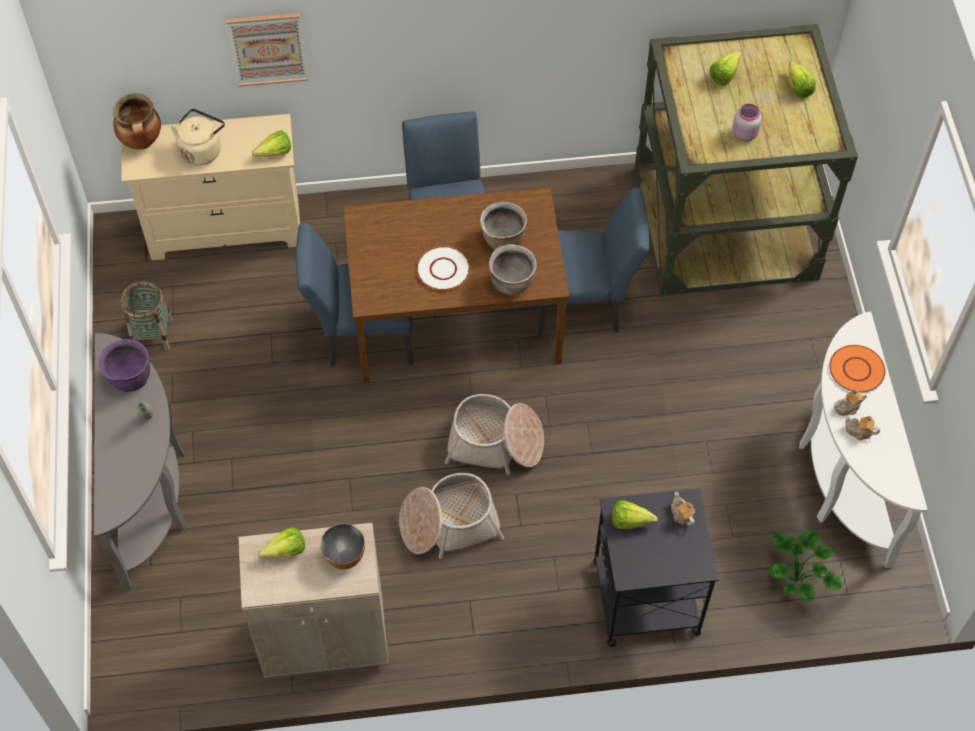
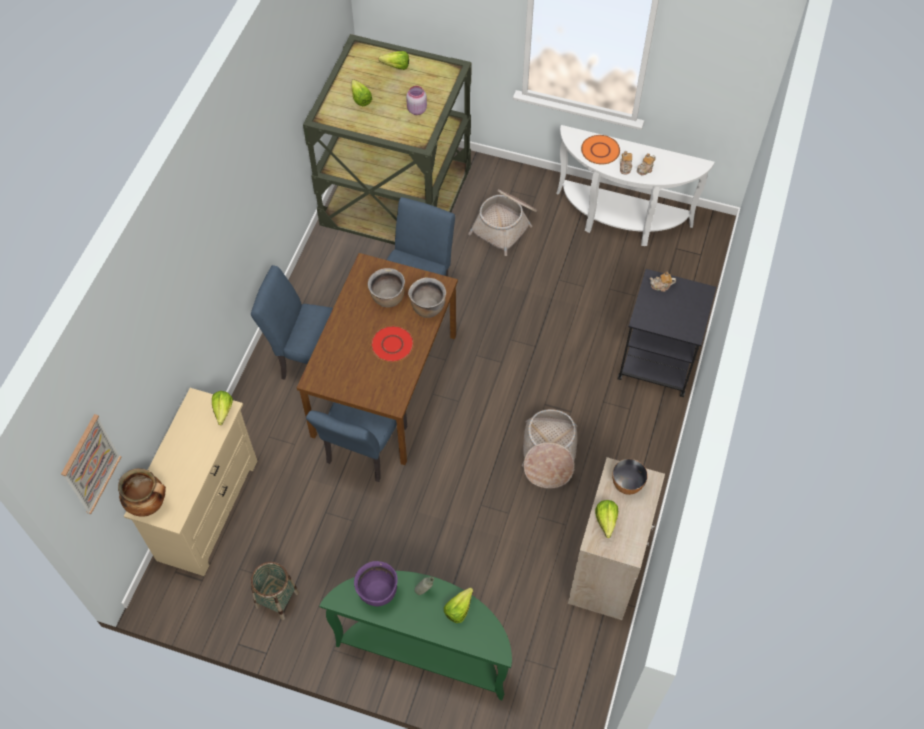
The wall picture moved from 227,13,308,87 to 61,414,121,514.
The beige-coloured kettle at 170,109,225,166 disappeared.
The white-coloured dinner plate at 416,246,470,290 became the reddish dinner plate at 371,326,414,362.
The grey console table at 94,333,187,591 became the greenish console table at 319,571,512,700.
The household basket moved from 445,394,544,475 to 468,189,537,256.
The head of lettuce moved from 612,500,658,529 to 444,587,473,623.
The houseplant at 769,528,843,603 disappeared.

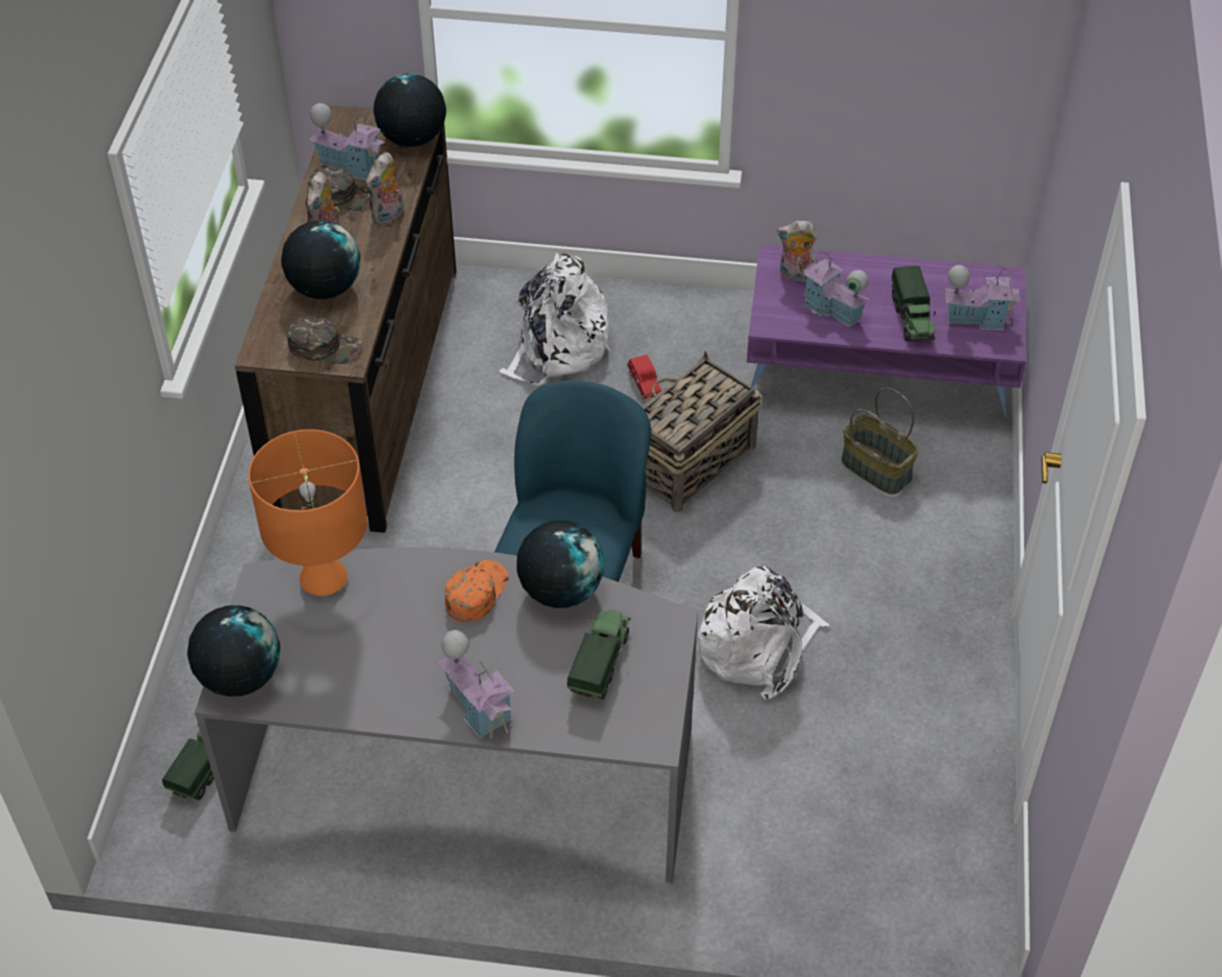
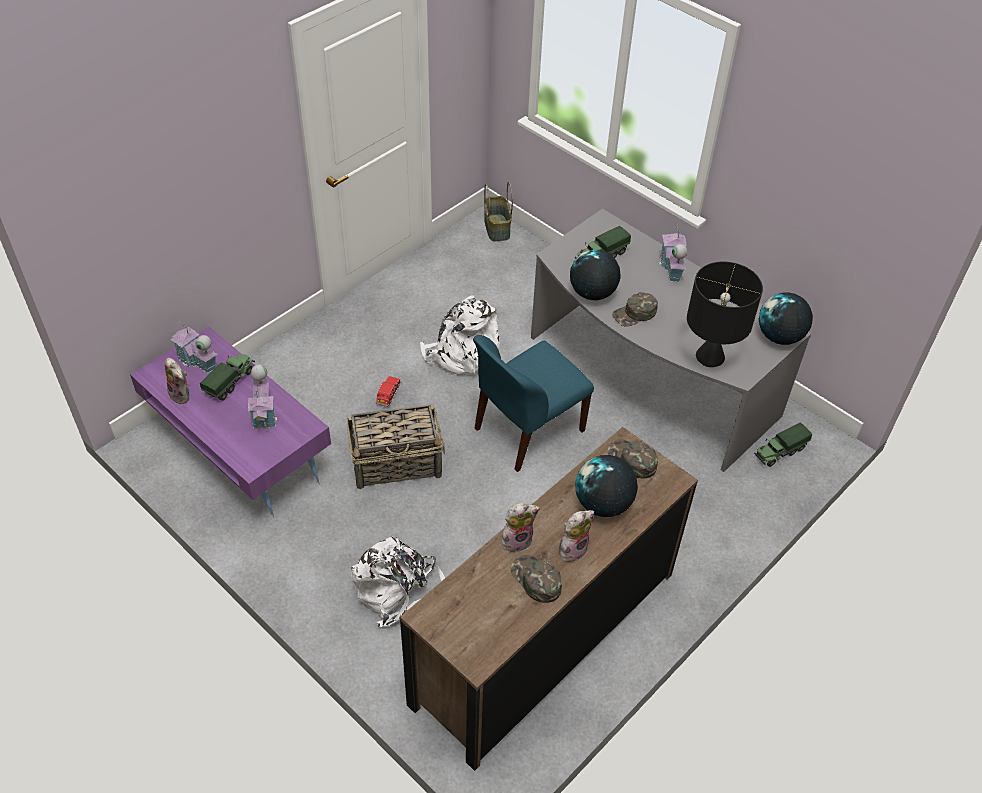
The world globe at 373,73,446,147 disappeared.
The toy house at 309,103,385,180 disappeared.
The cuddly toy moved from 777,220,817,282 to 165,358,190,404.
The reddish miniature car moved from 627,355,662,402 to 376,376,401,407.
The household basket moved from 841,388,919,495 to 484,182,513,241.
The orange-coloured tabletop lamp at 248,429,367,596 became the black tabletop lamp at 687,261,763,367.
The orange-coloured peaked cap at 445,560,509,622 became the greenish peaked cap at 612,292,658,327.

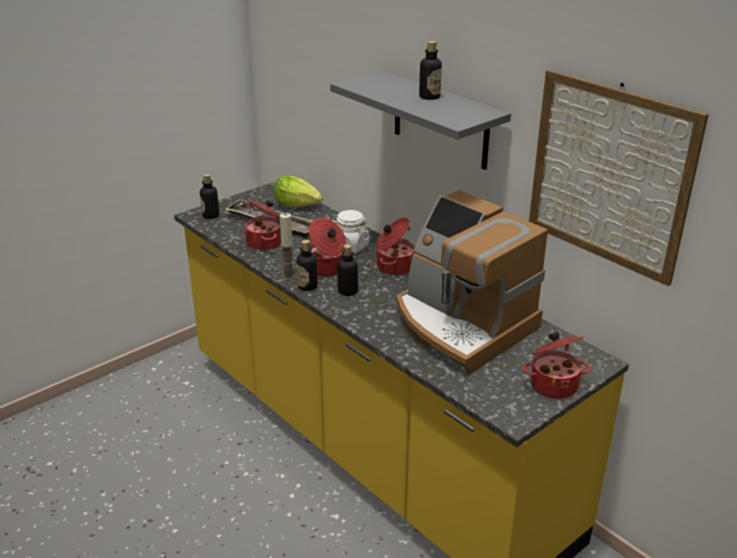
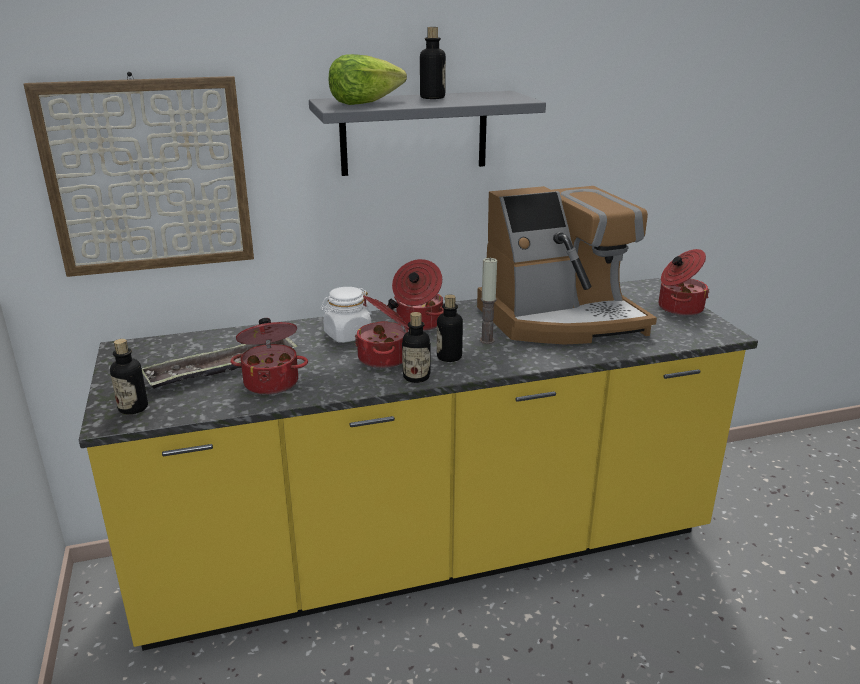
The wall picture moved from 529,69,709,286 to 24,72,254,277.
The head of lettuce moved from 274,175,323,207 to 329,54,407,105.
The wax candle moved from 280,213,295,280 to 480,258,497,344.

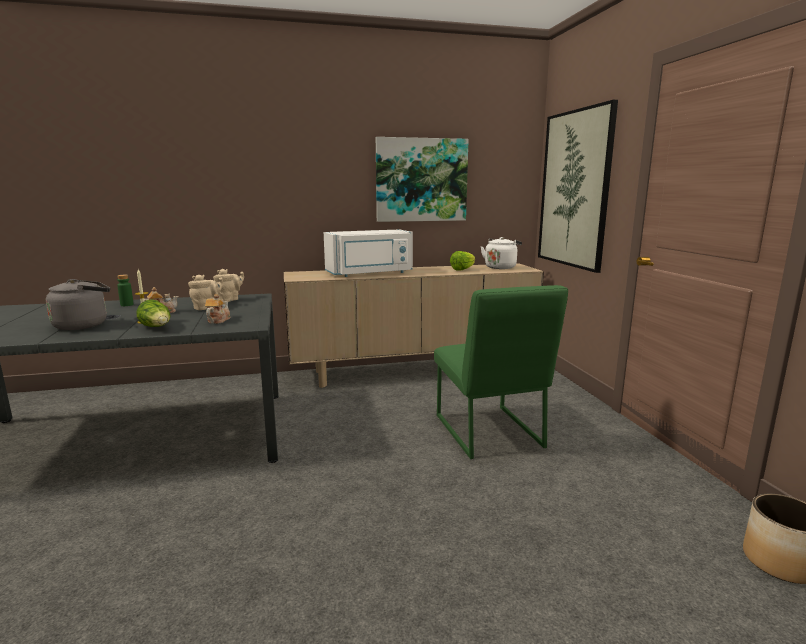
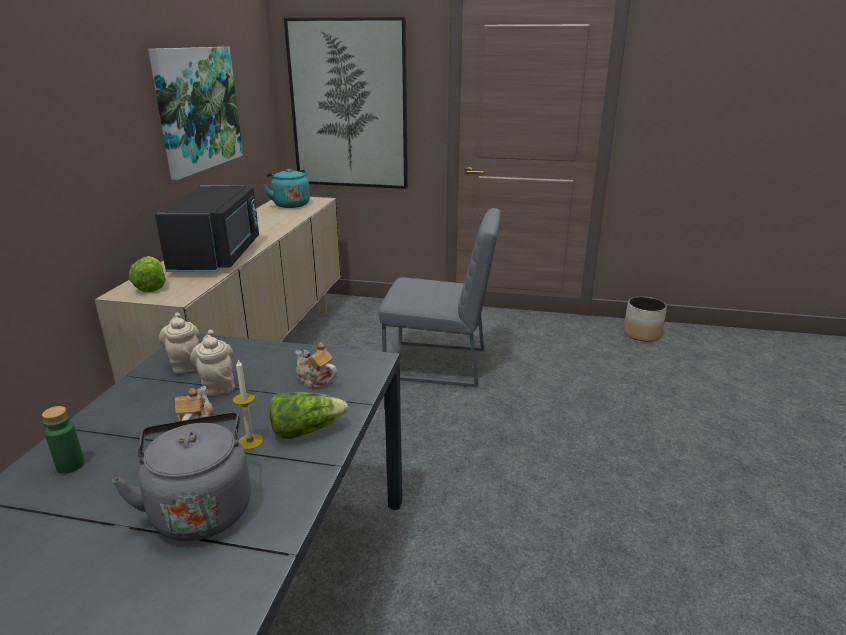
The white-coloured microwave oven at 324,229,413,277 became the black microwave oven at 155,185,259,272.
The white-coloured kettle at 481,237,522,269 became the turquoise-coloured kettle at 263,169,310,208.
The head of lettuce moved from 450,251,475,271 to 129,256,166,292.
The greenish chair at 434,285,568,459 became the grey chair at 379,208,501,387.

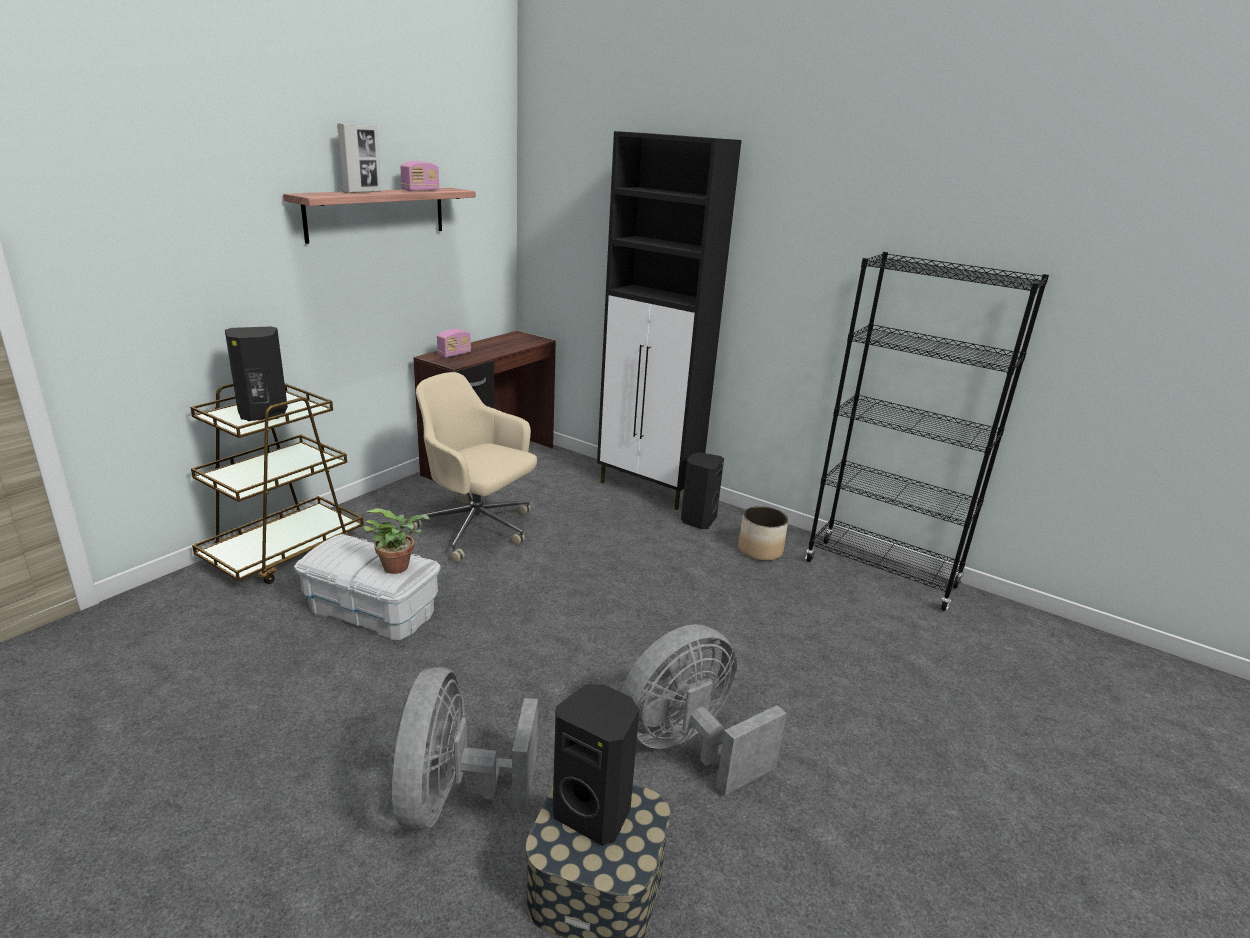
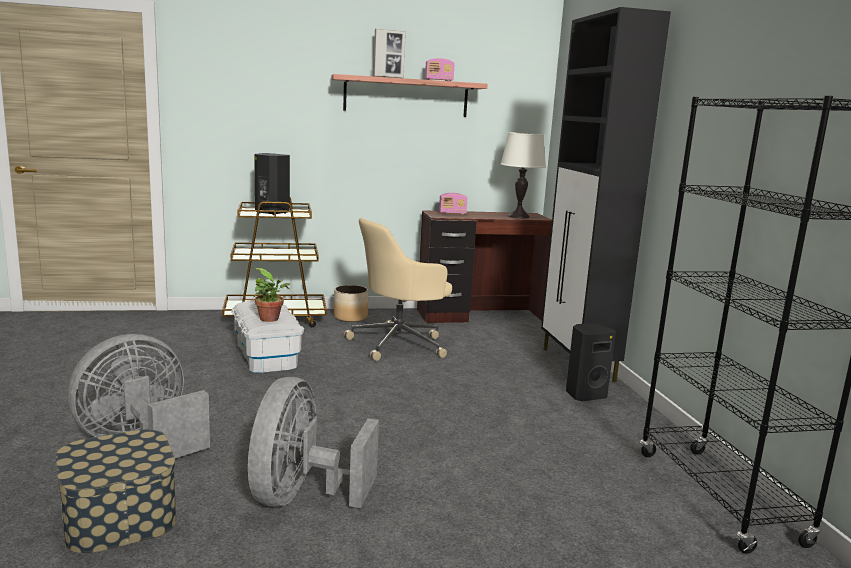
The beige-coloured office chair at 412,372,537,562 turned 105 degrees counterclockwise.
The planter moved from 738,506,788,561 to 334,285,368,322.
The grey fan at 621,624,787,795 turned 90 degrees counterclockwise.
The black speaker at 553,685,639,845 disappeared.
The white-coloured tabletop lamp at 501,132,546,218 appeared.

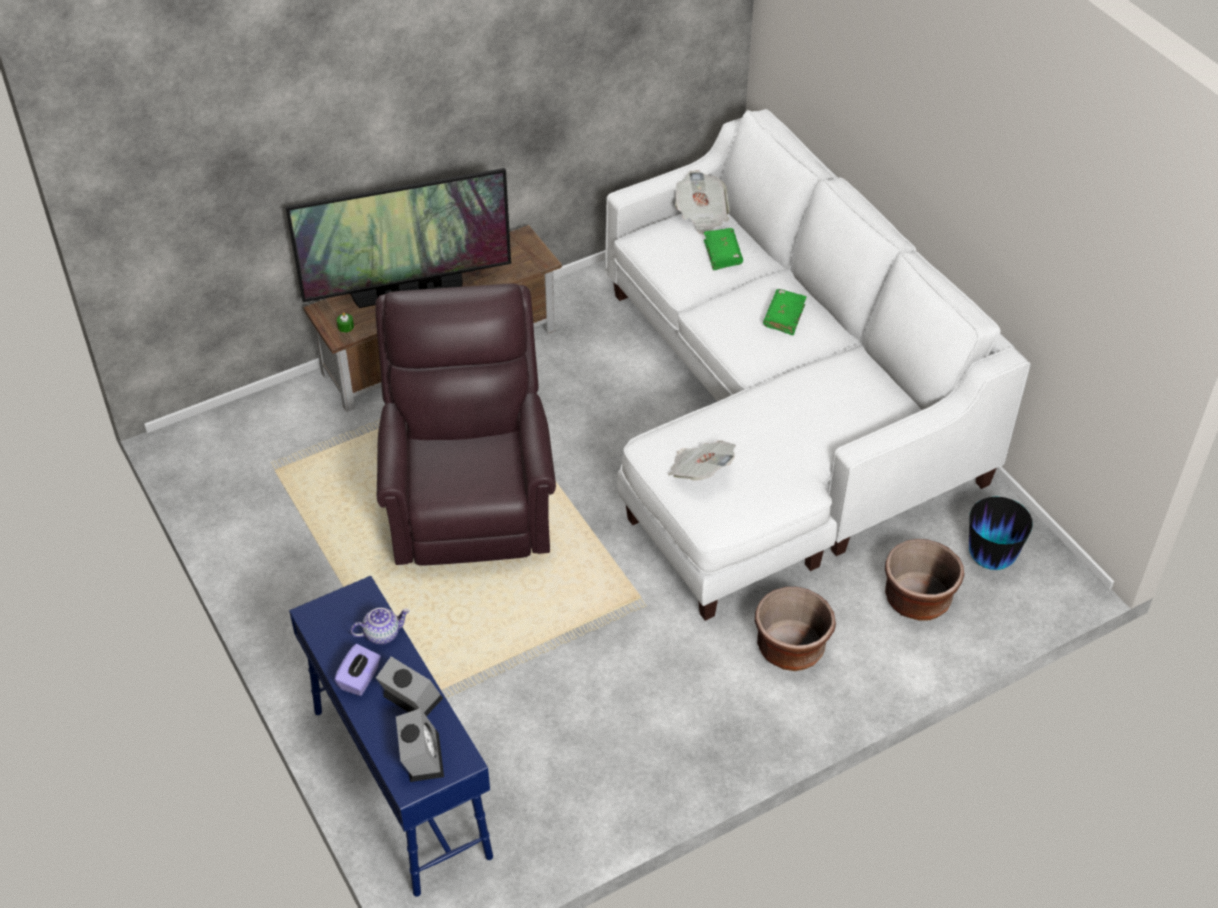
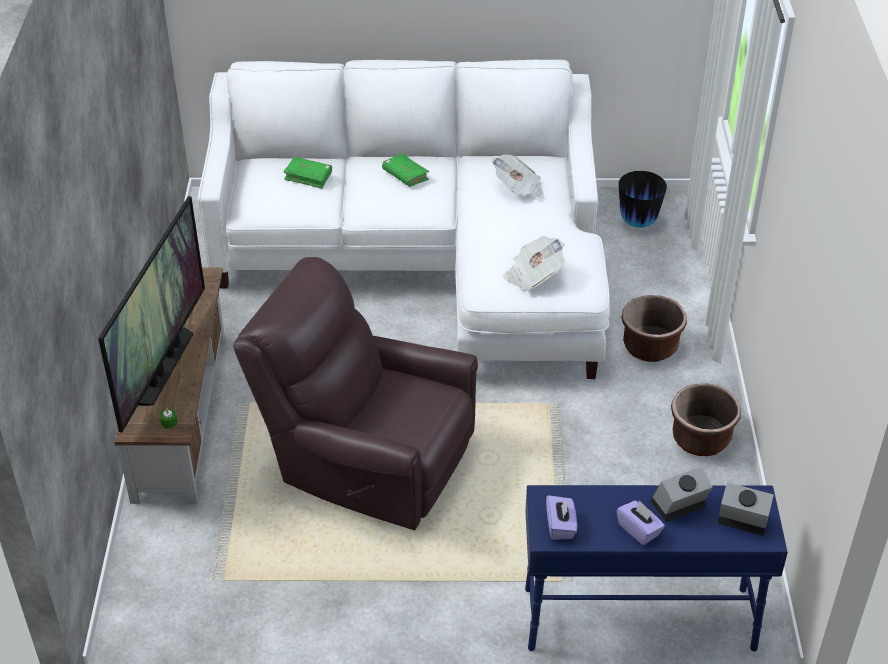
The newspaper moved from 675,170,730,234 to 492,154,544,198.
The brown planter moved from 885,539,964,620 to 671,383,741,456.
The tea pot at 351,608,409,644 disappeared.
The purple tissue holder at 546,495,577,540 appeared.

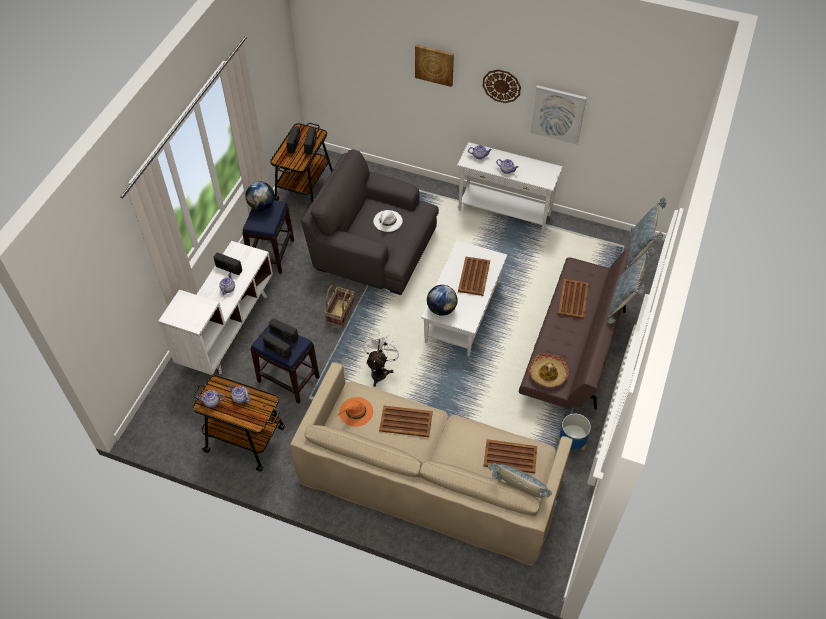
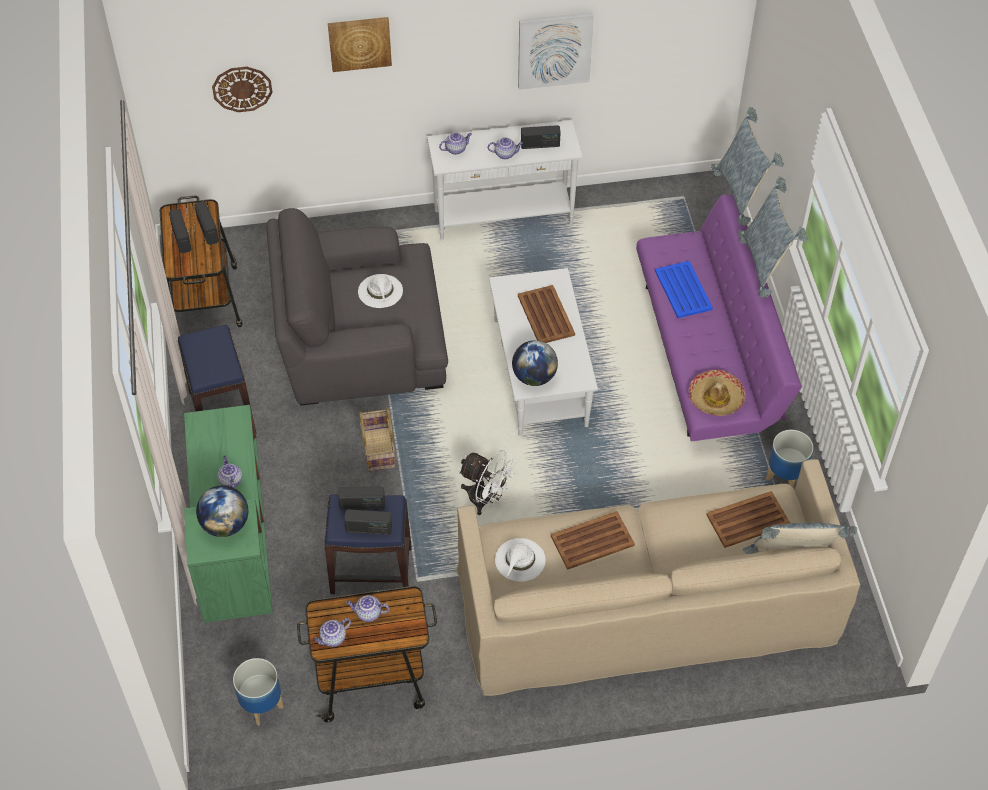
The hanging clock moved from 483,69,521,103 to 212,67,273,112.
The world globe moved from 245,181,275,211 to 196,485,248,537.
The white-coloured tv stand at 158,241,273,375 became the greenish tv stand at 184,405,273,623.
The brown sofa at 519,249,634,410 became the purple sofa at 636,195,802,441.
The radio set moved from 214,253,242,275 to 521,125,561,149.
The brown carrying tray at 558,279,589,319 became the bluish carrying tray at 655,261,713,318.
The white-coloured fan at 363,332,401,387 turned 135 degrees clockwise.
The orange-coloured wearable hat at 336,397,373,427 became the white-coloured wearable hat at 495,538,546,582.
The planter at 233,658,284,725 appeared.

